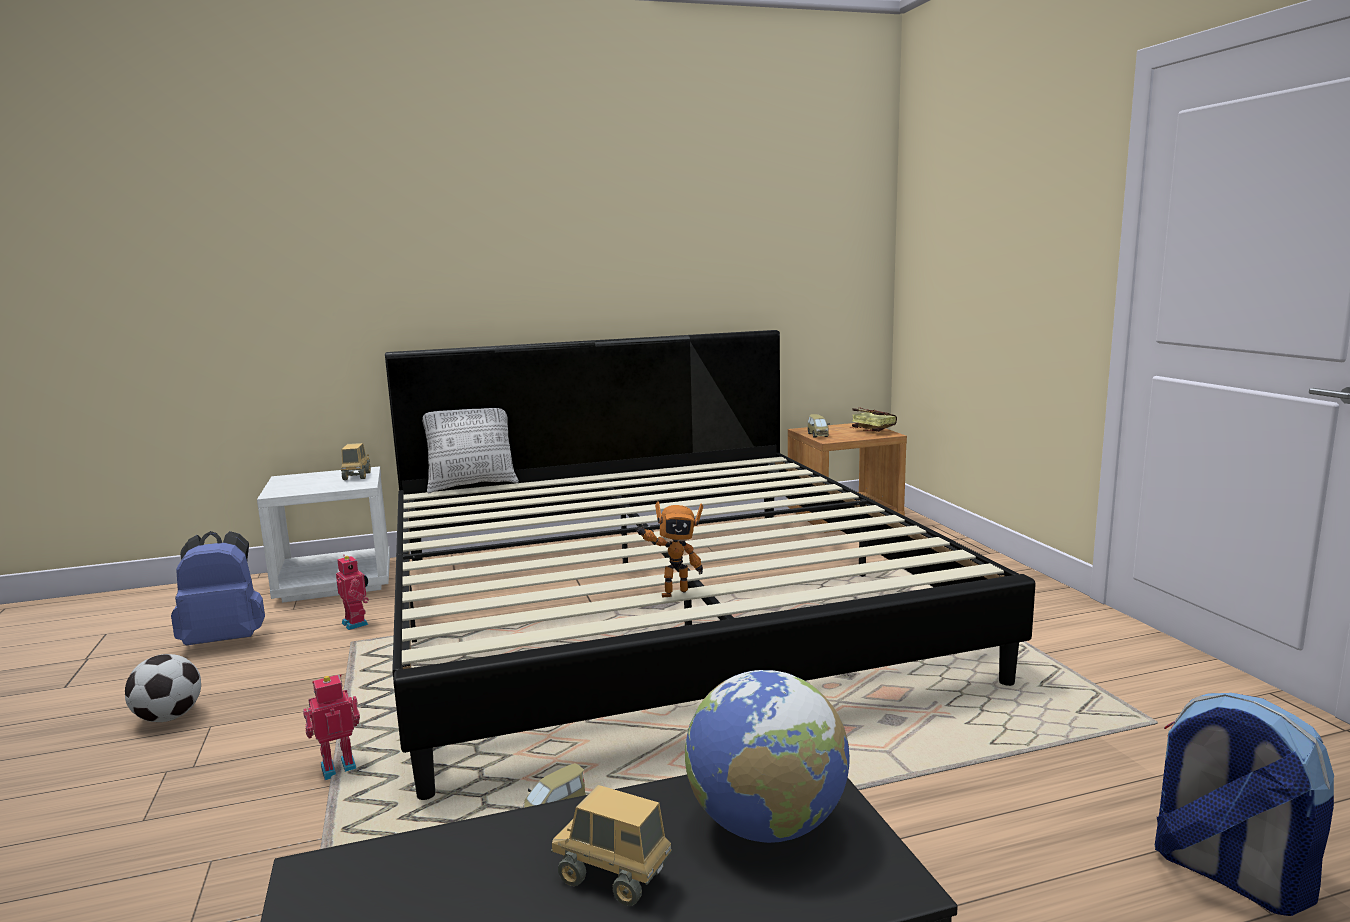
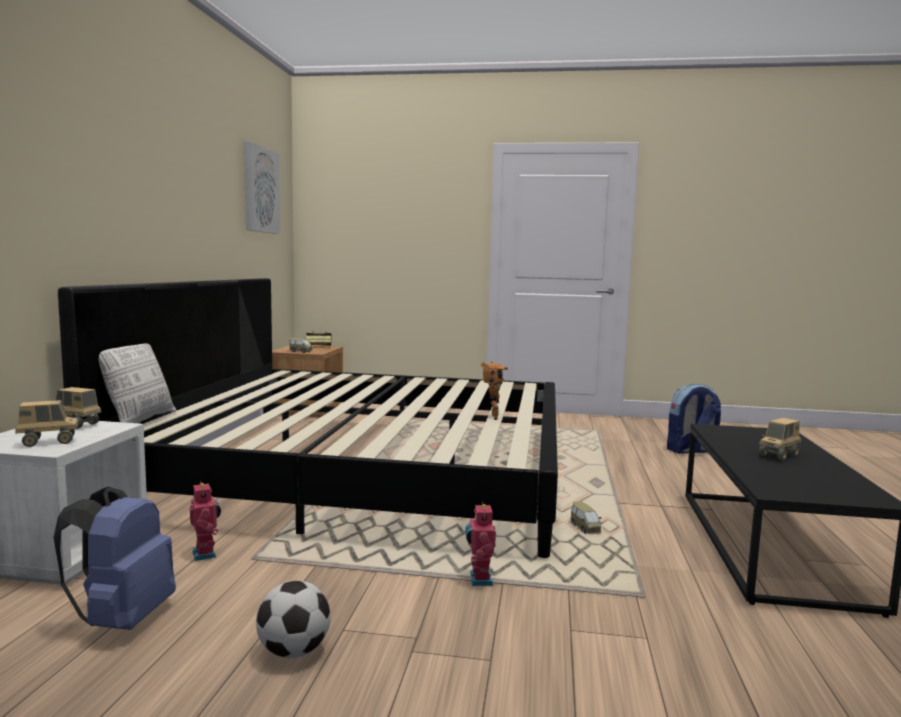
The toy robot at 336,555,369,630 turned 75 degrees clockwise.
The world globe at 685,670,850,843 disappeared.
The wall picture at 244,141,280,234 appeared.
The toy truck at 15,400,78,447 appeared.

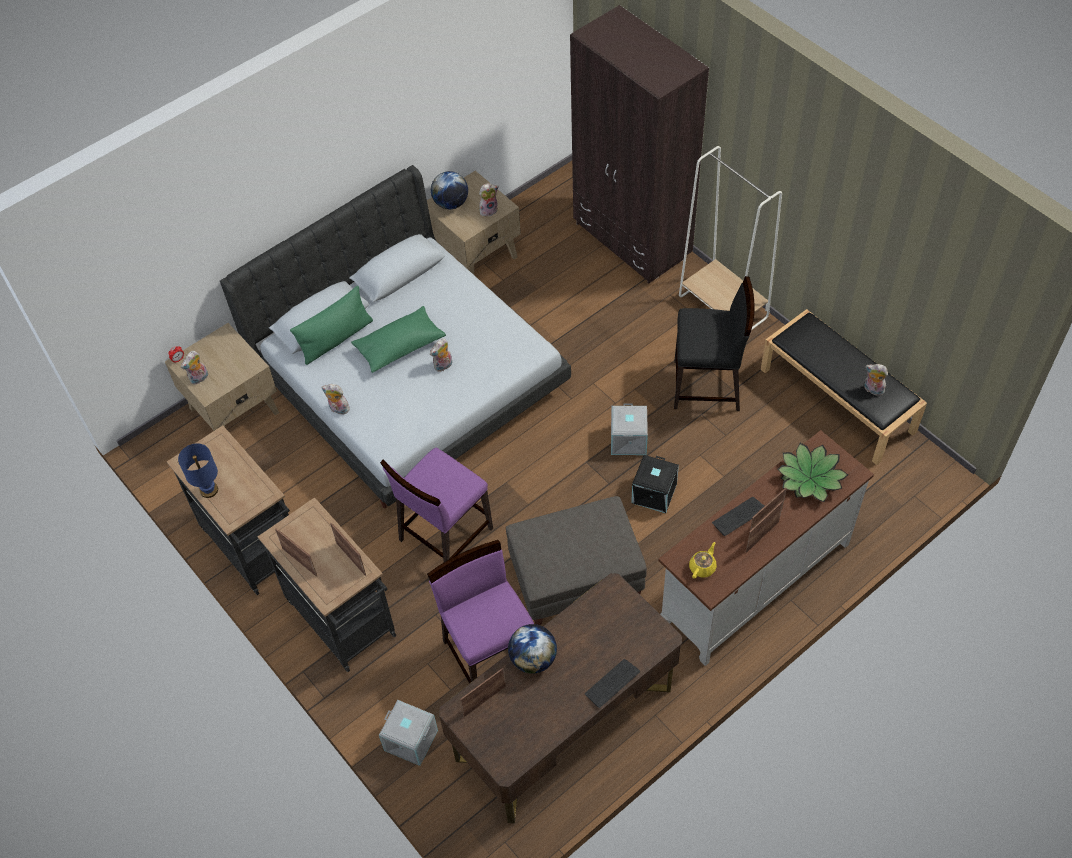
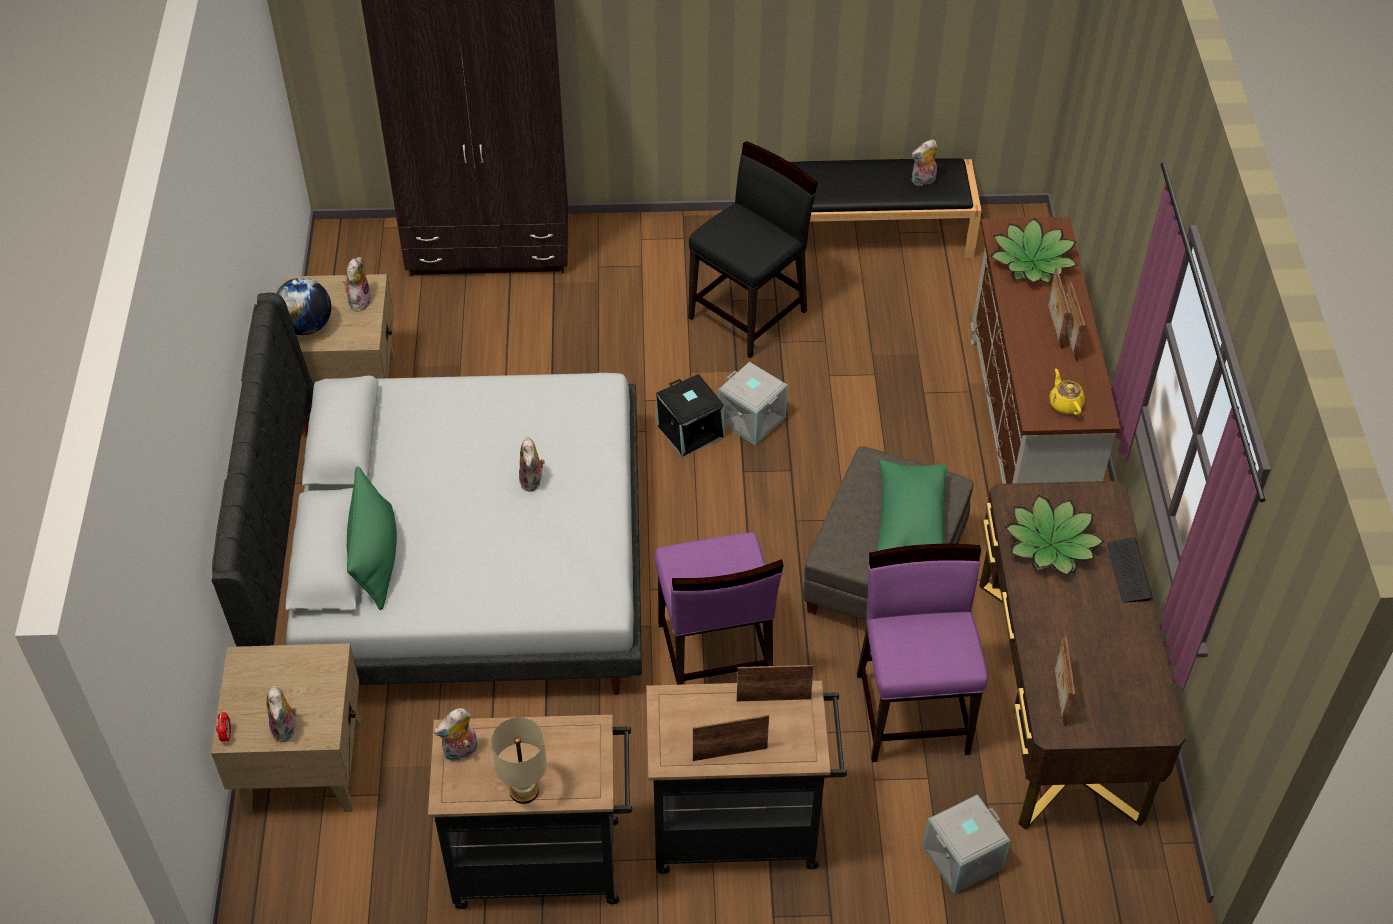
The clothes rack at 679,146,782,330 disappeared.
The greenish throw pillow moved from 351,306,446,373 to 877,460,947,551.
The cuddly toy moved from 321,384,350,414 to 434,708,478,761.
The bluish tabletop lamp at 178,443,218,498 became the beige-coloured tabletop lamp at 491,717,547,804.
The black storage box moved from 631,455,679,513 to 656,374,724,457.
The keyboard at 712,497,764,536 disappeared.
The purple chair at 427,540,534,684 turned 75 degrees clockwise.
The world globe at 508,624,557,674 disappeared.
The houseplant at 1005,495,1105,575 appeared.

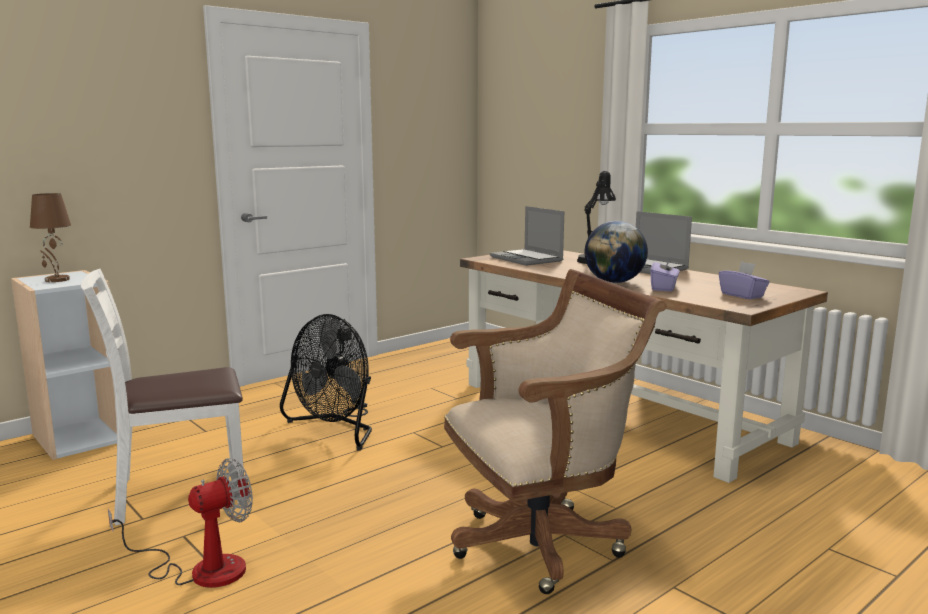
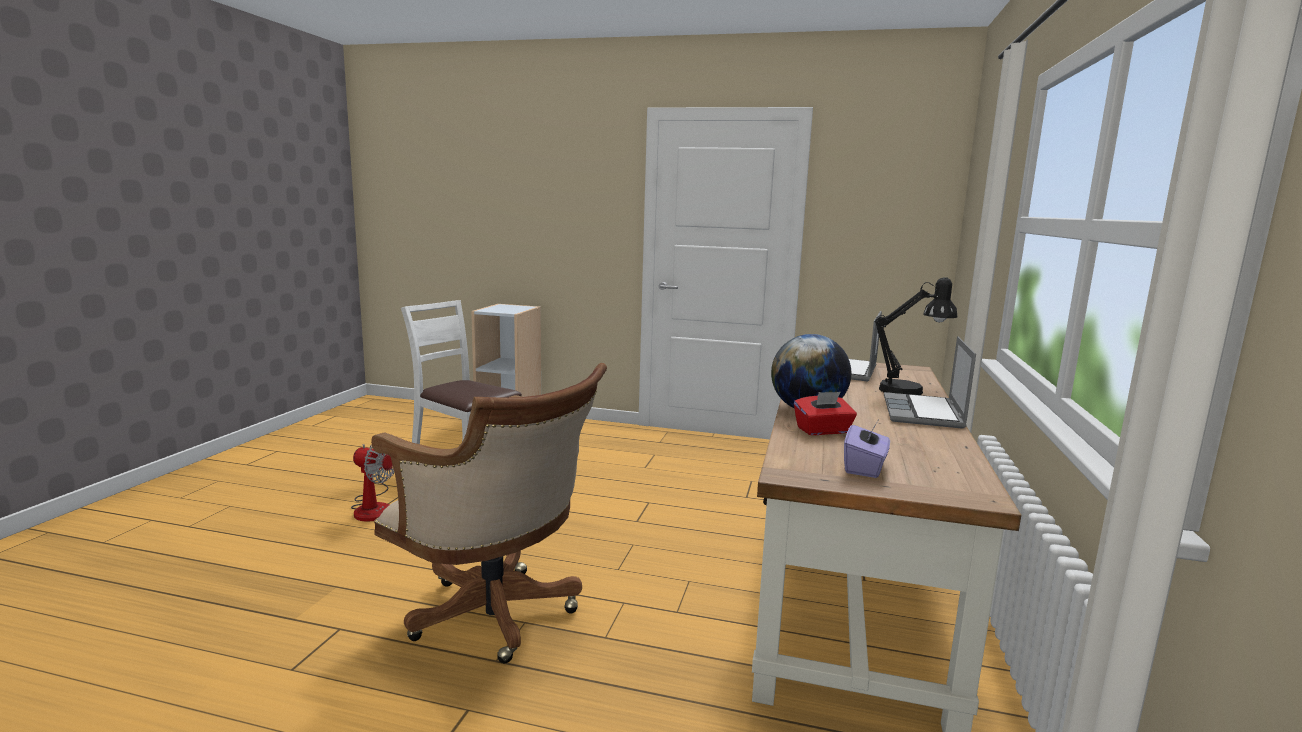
The brown tabletop lamp at 30,193,71,282 disappeared.
The purple tissue holder at 650,256,680,292 became the reddish tissue holder at 794,392,857,435.
The black fan at 280,314,372,451 disappeared.

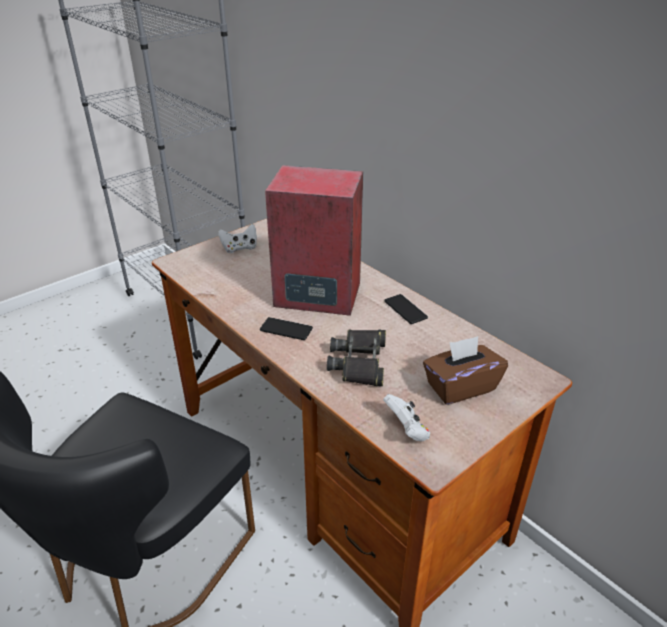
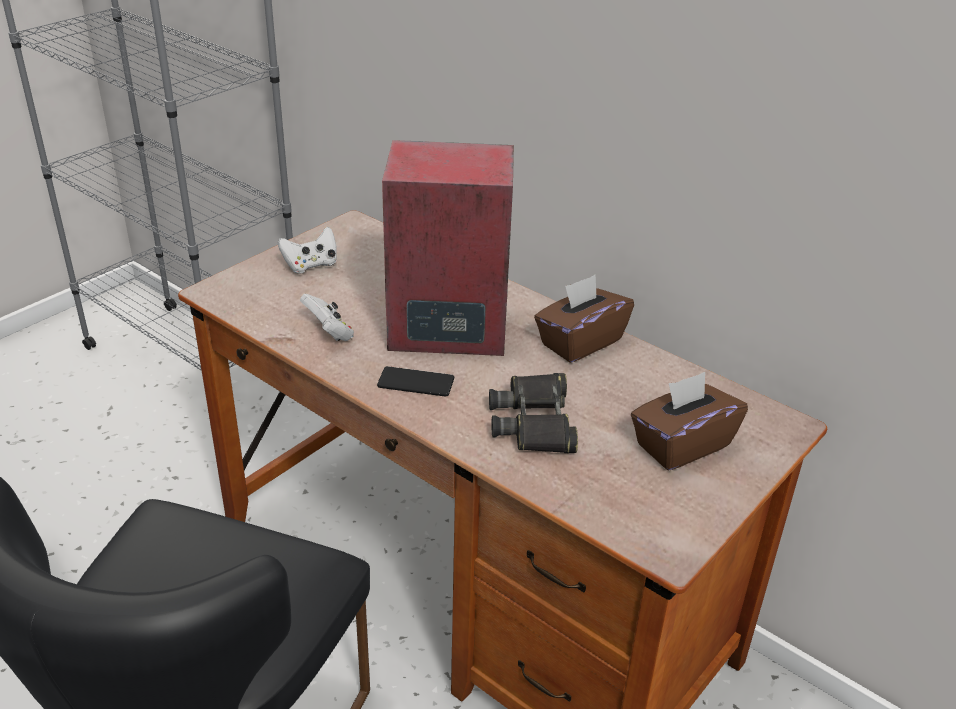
The phone at 384,294,428,324 was replaced by the brown tissue holder at 534,275,634,363.
The white-coloured joypad moved from 383,394,430,441 to 300,294,354,341.

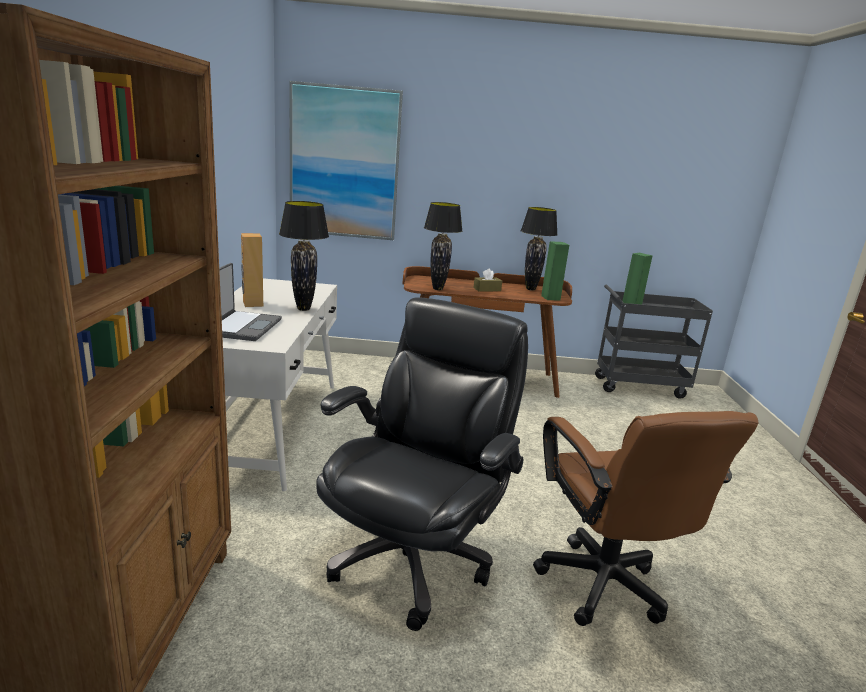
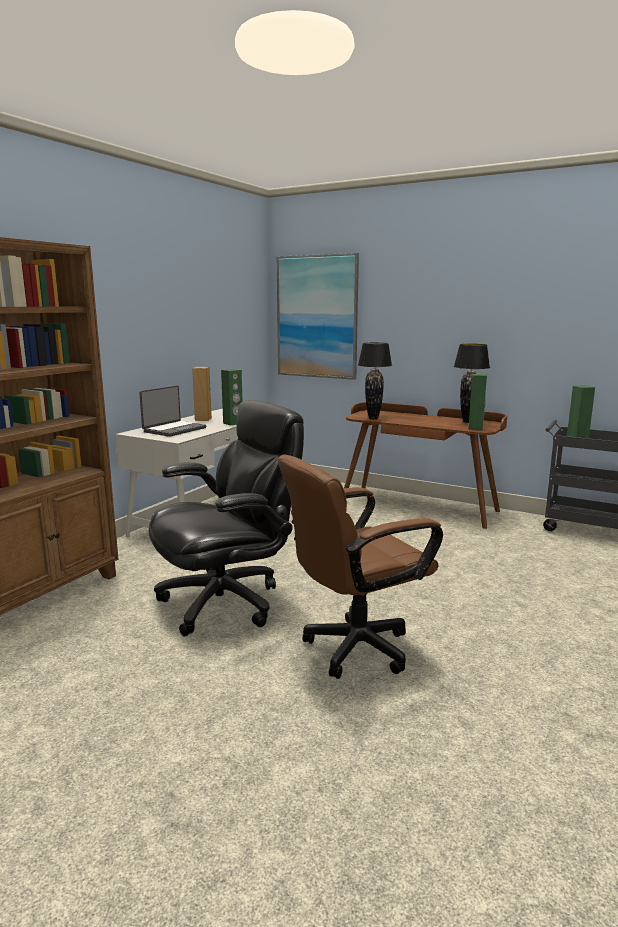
The black tabletop lamp at 279,201,329,311 was replaced by the greenish speaker at 221,369,243,425.
The brown tissue holder at 473,268,502,292 disappeared.
The brown office chair at 533,411,758,626 turned 45 degrees clockwise.

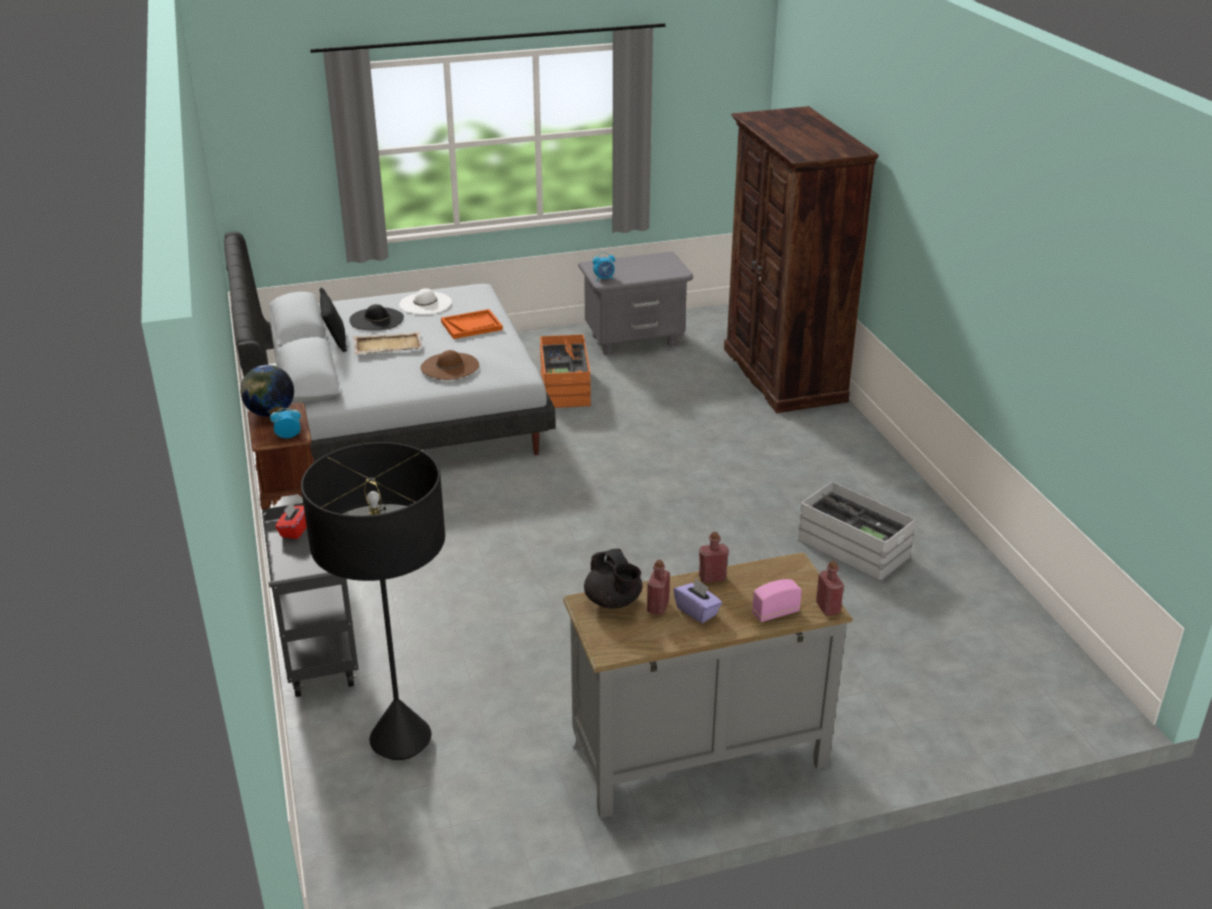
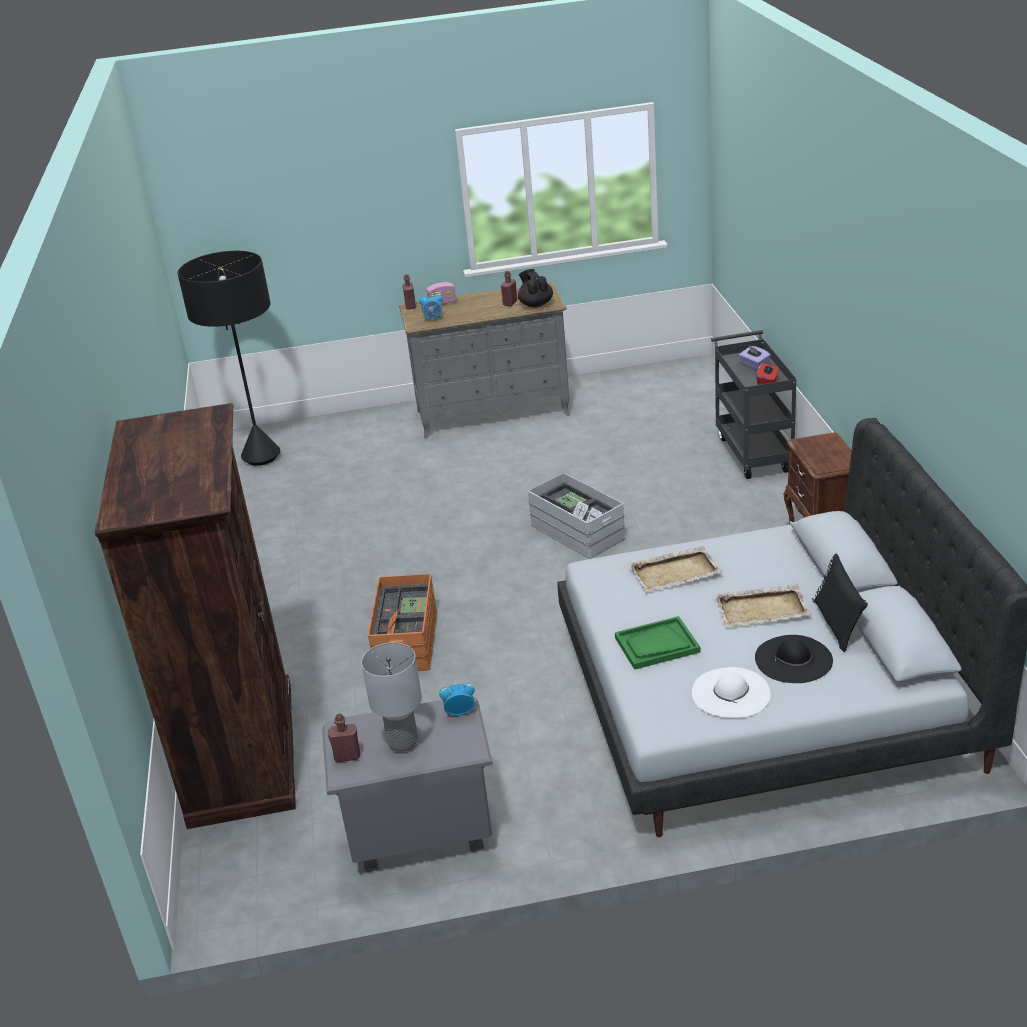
The orange-coloured carrying tray at 441,309,503,339 became the greenish carrying tray at 615,616,700,670.
The orange-coloured storage box moved from 539,335,591,408 to 368,574,437,671.
The brown wearable hat at 420,350,479,380 was replaced by the beige-coloured carrying tray at 629,546,722,592.
The world globe at 240,365,294,417 disappeared.
The table clock moved from 270,408,301,438 to 419,292,442,321.
The black standing lamp moved from 301,442,445,760 to 178,251,280,466.
The grey storage box moved from 797,482,915,581 to 528,473,626,559.
The reddish bottle moved from 699,532,729,583 to 328,714,360,762.
The purple tissue holder moved from 674,579,722,623 to 739,346,771,371.
The grey tabletop lamp at 361,642,422,752 appeared.

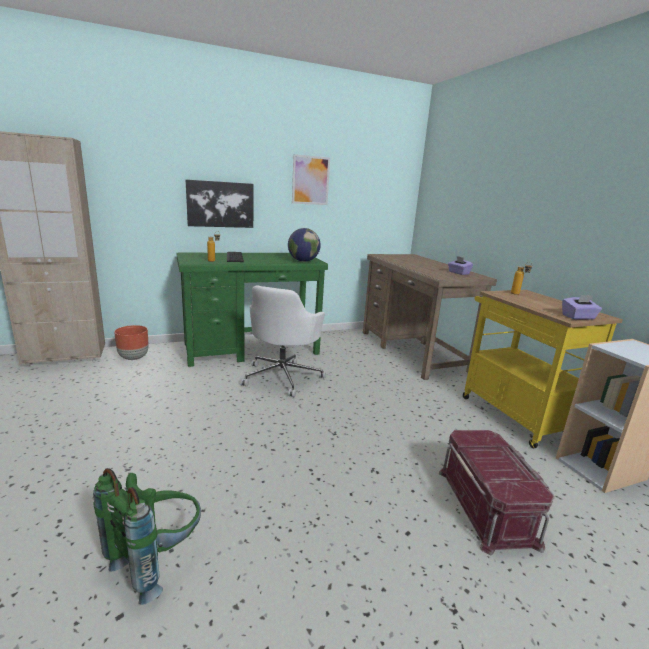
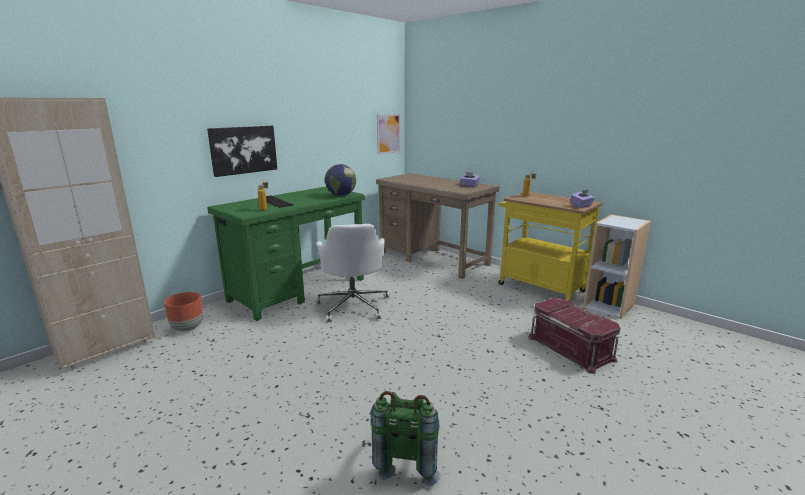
The wall picture moved from 292,154,330,205 to 377,114,400,155.

